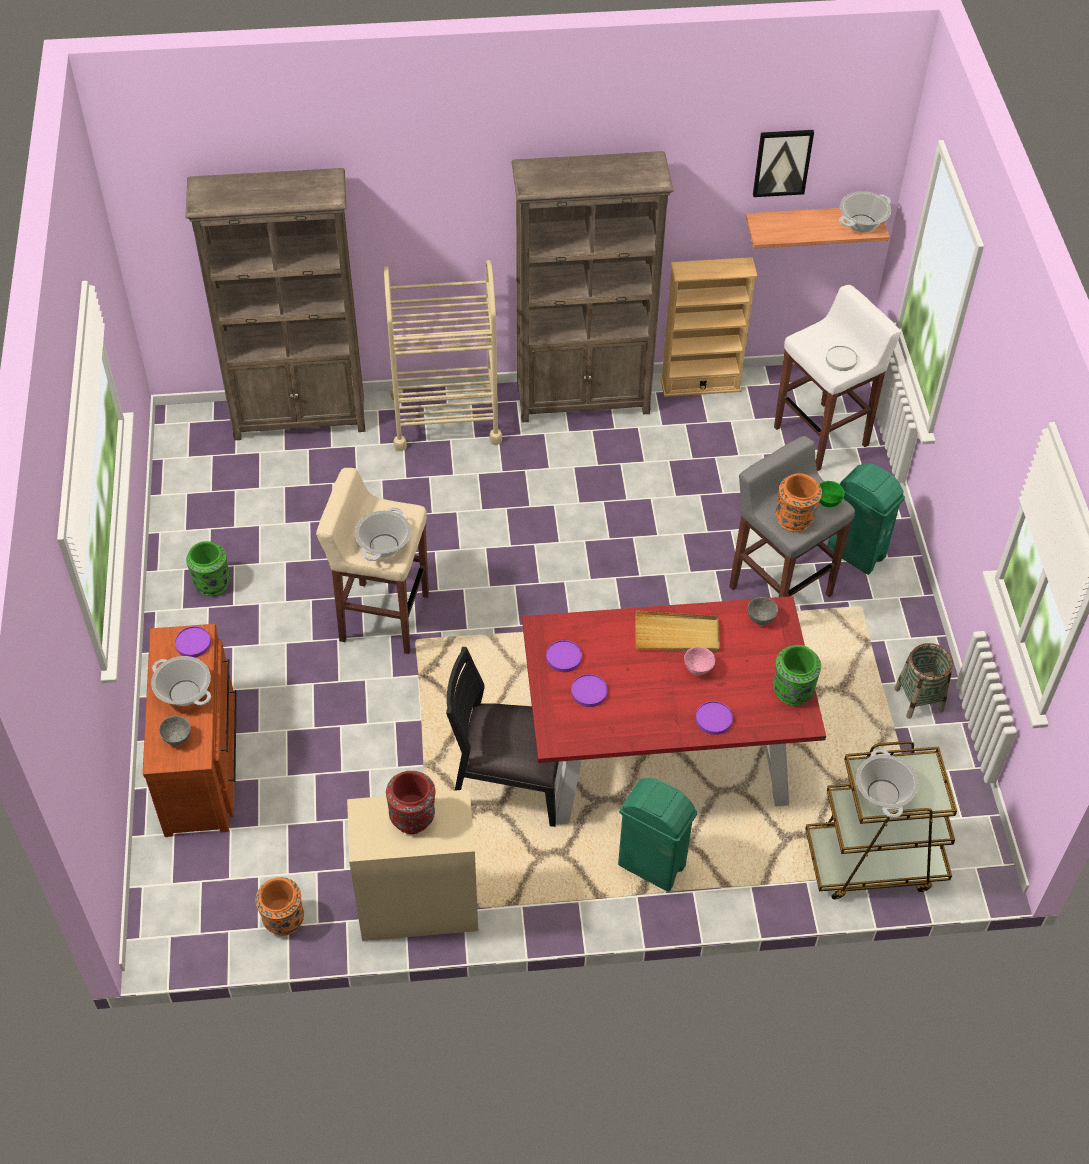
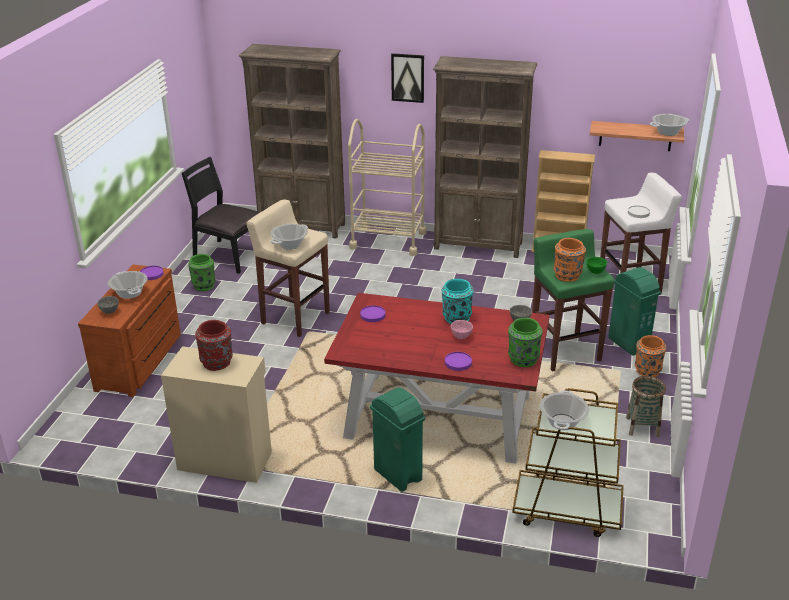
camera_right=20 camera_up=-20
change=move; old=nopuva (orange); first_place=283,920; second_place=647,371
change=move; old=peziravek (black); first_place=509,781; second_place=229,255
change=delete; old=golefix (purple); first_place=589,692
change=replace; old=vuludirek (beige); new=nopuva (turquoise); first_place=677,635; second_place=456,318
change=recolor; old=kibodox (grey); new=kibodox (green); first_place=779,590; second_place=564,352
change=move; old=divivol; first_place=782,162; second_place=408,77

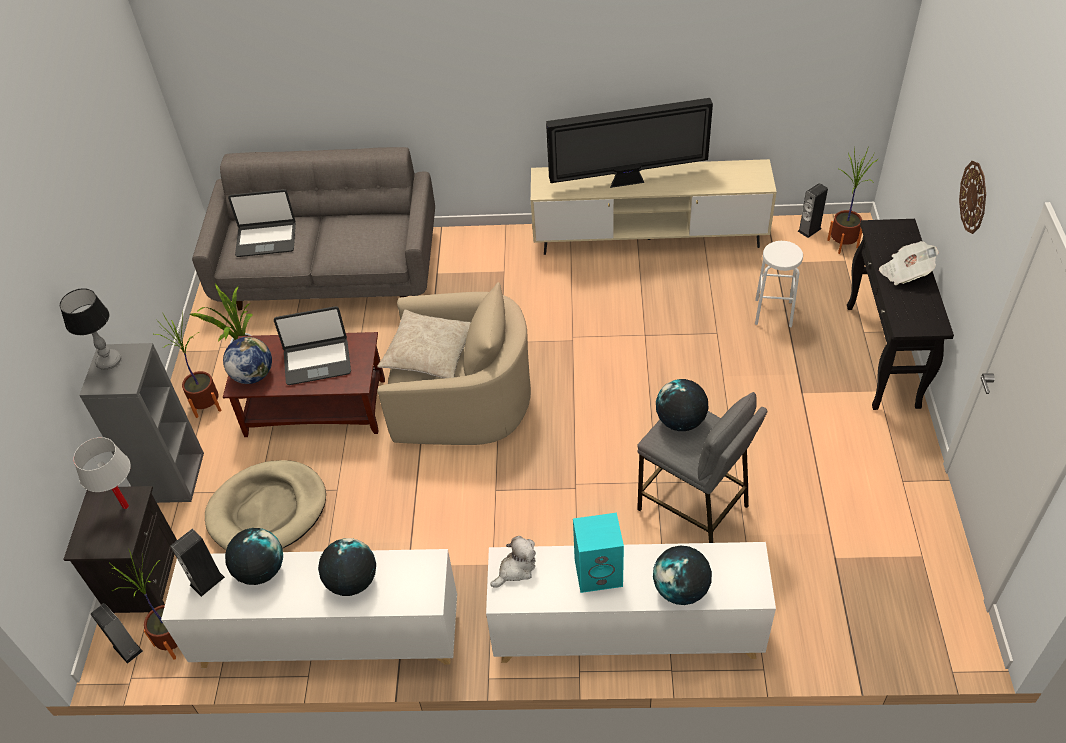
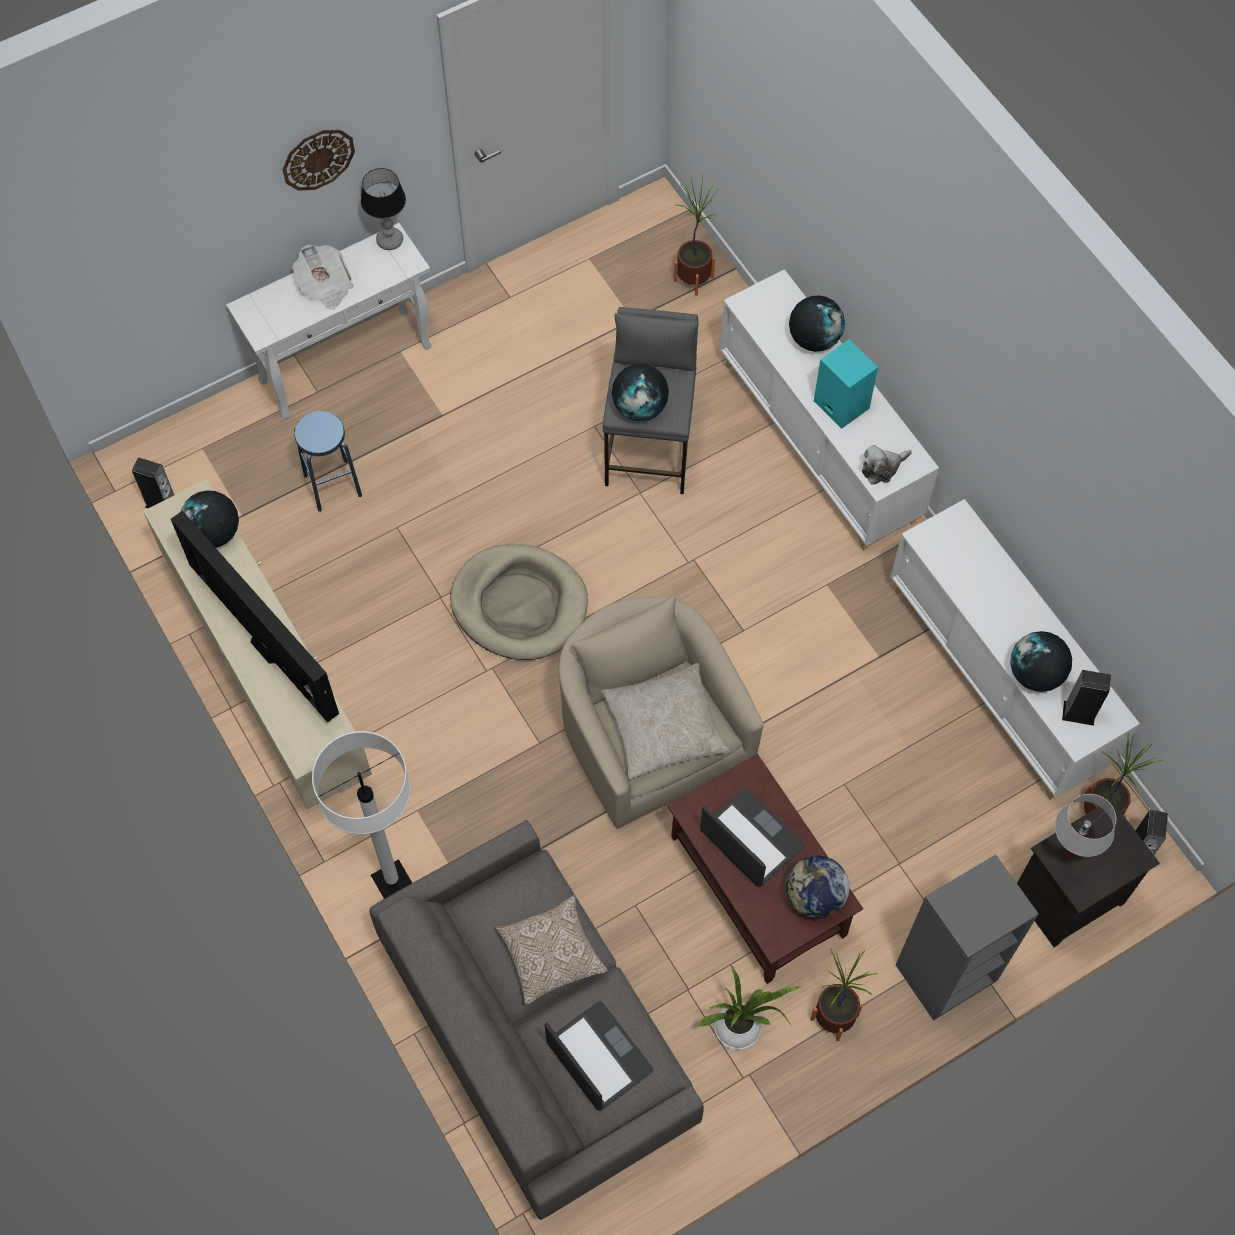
camera_right=-125 camera_up=15
change=move; old=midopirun; first_place=109,361; second_place=389,241
change=move; old=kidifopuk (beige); first_place=268,511; second_place=519,604
change=move; old=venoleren; first_place=352,581; second_place=214,533
change=rotate; old=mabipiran; first_place=516,569; second_place=882,468; degrees=-45
change=recolor; old=kibodox (white); new=kibodox (blue); first_place=773,313; second_place=332,485
change=move; old=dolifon; first_place=843,243; second_place=693,279
change=recolor; old=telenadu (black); new=telenadu (white); first_place=882,356; second_place=346,363
change=insert; new=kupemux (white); second_place=392,881
change=insert; new=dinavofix; second_place=551,954

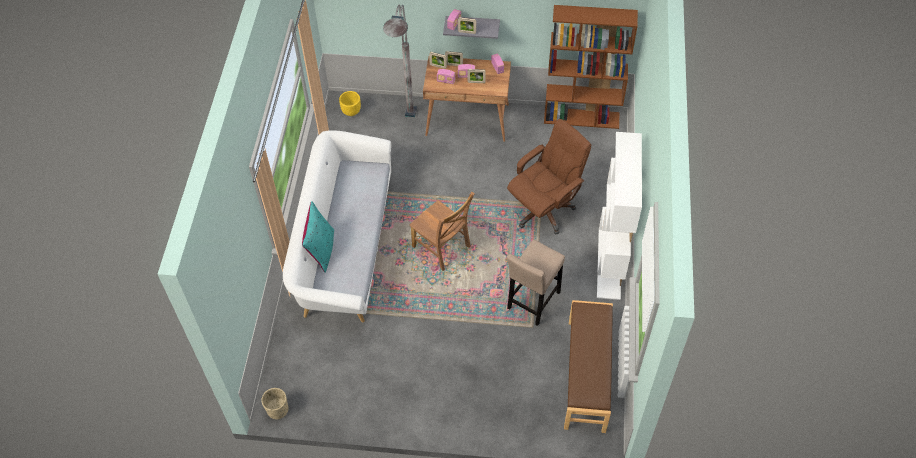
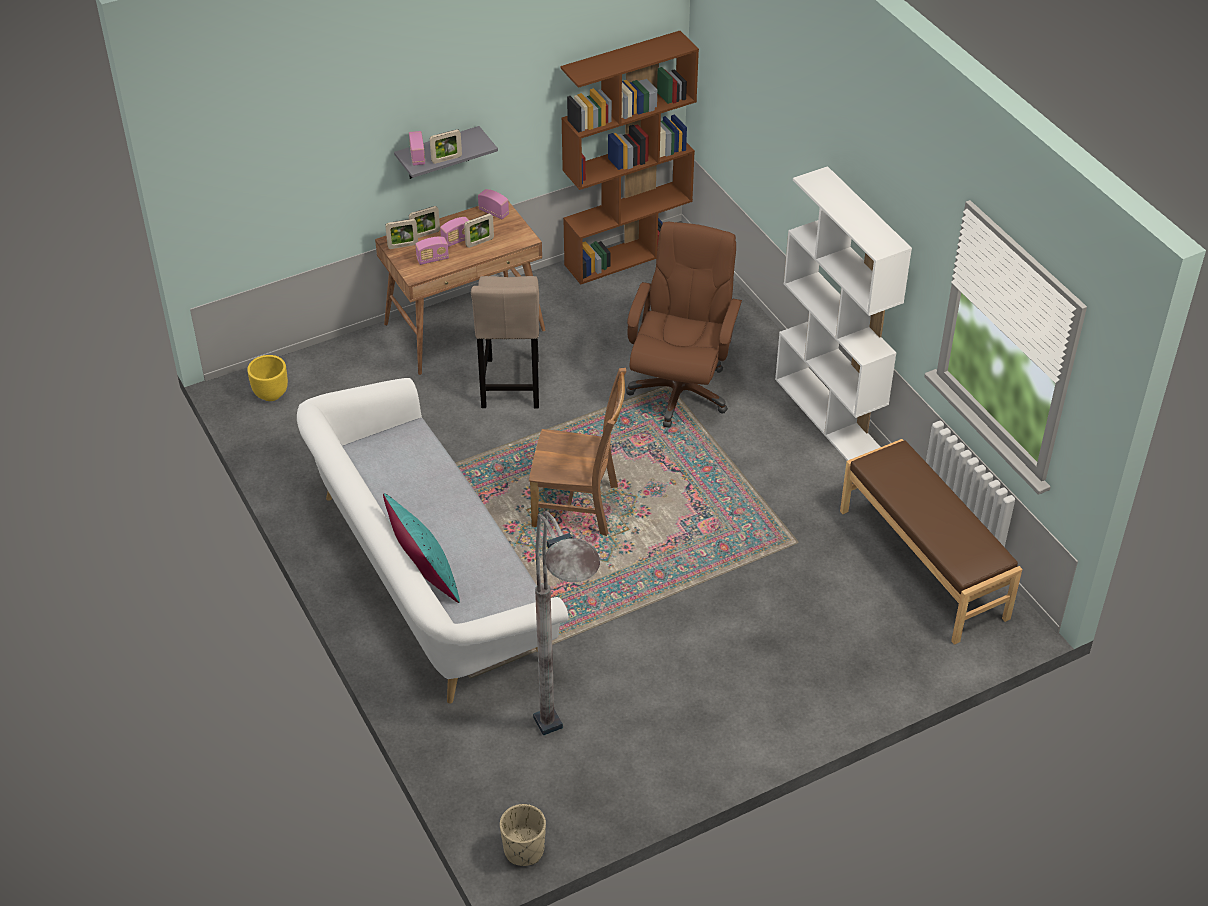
camera_right=-35 camera_up=-10
change=move; old=kupemux (grey); first_place=406,129; second_place=567,760
change=move; old=kibodox (beige); first_place=532,303; second_place=510,387

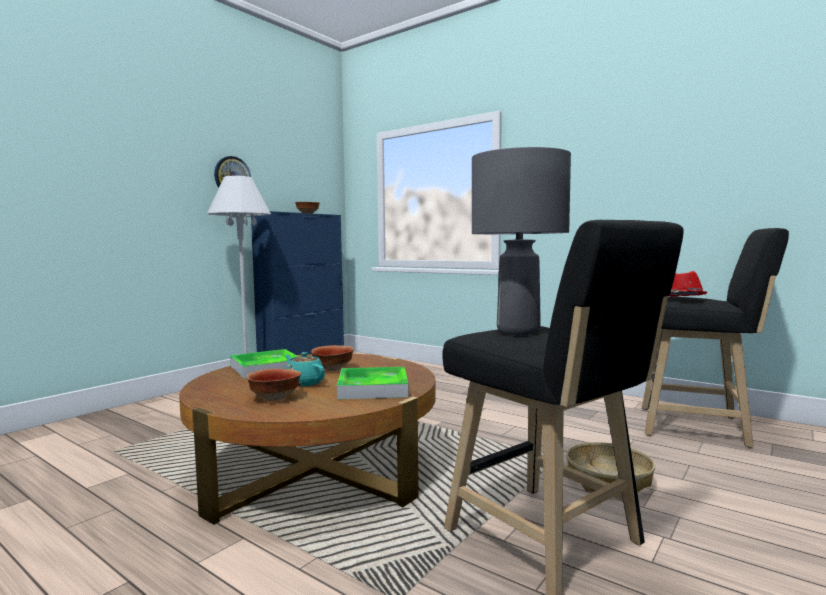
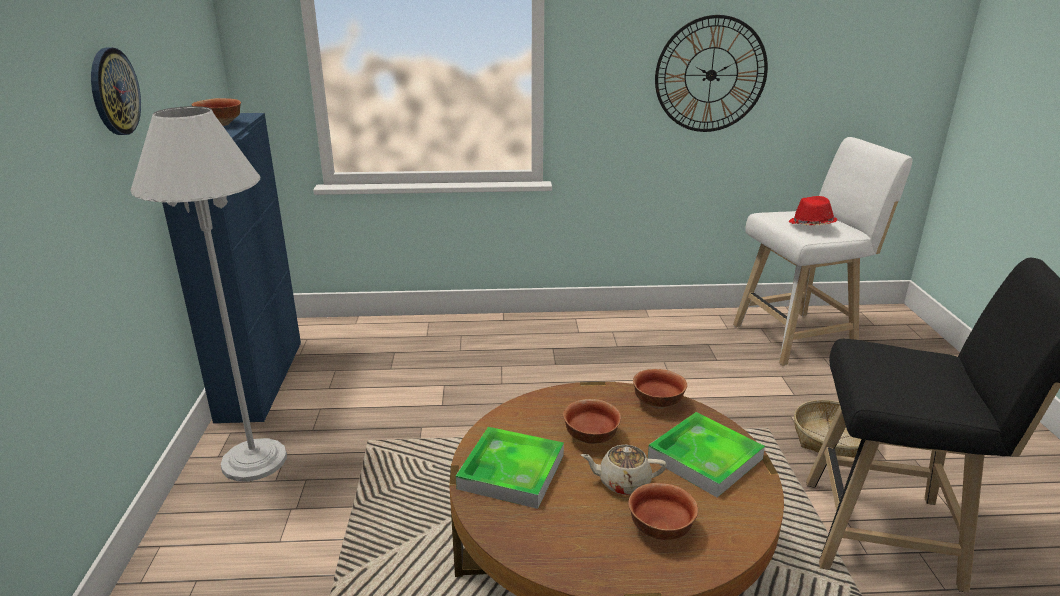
camera_right=-40 camera_up=20
change=recolor; old=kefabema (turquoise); new=kefabema (beige); first_place=304,383; second_place=623,482
change=delete; old=midopirun (grey); first_place=519,331
change=recolor; old=kibodox (black); new=kibodox (white); first_place=699,427; second_place=799,337
change=insert; new=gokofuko; second_place=657,403
change=insert; new=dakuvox; second_place=711,75

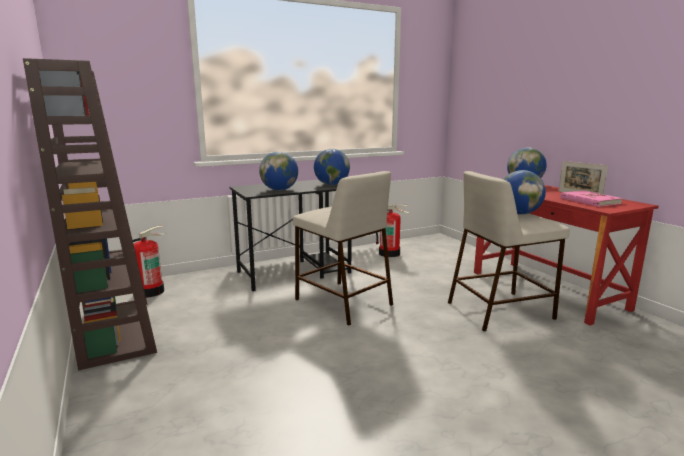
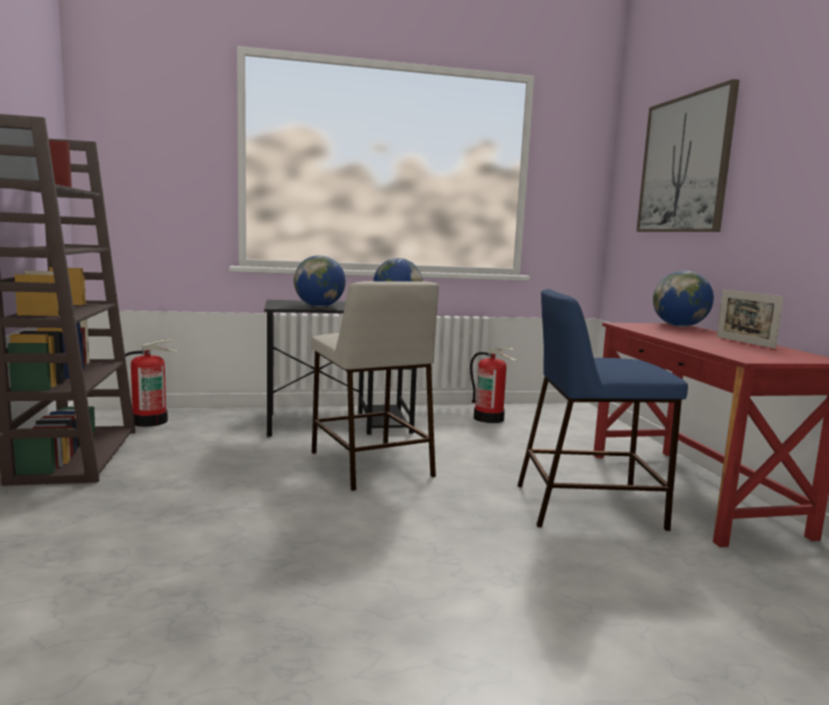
camera_right=15 camera_up=-5
change=recolor; old=kibodox (beige); new=kibodox (blue); first_place=500,310; second_place=590,506
change=delete; old=venoleren; first_place=519,213
change=delete; old=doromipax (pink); first_place=589,201
change=insert; new=divivol; second_place=684,164

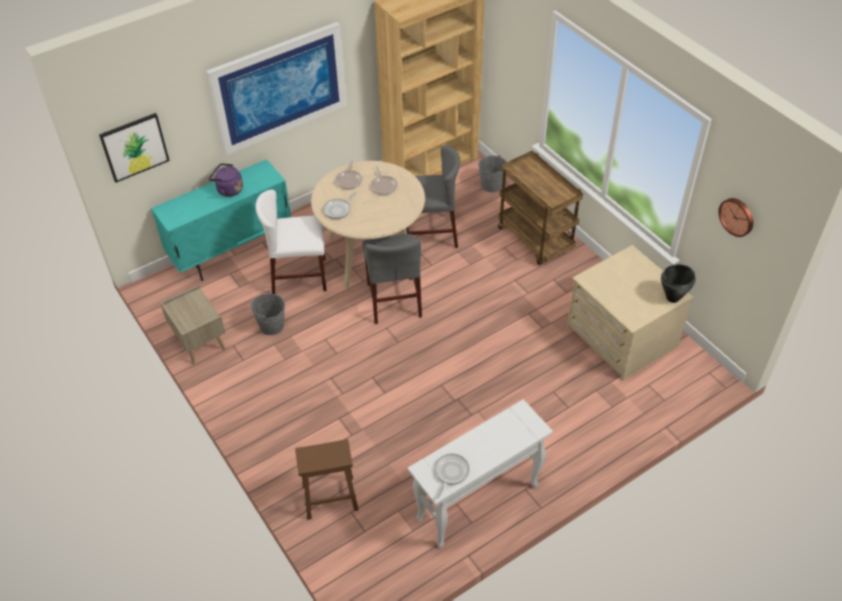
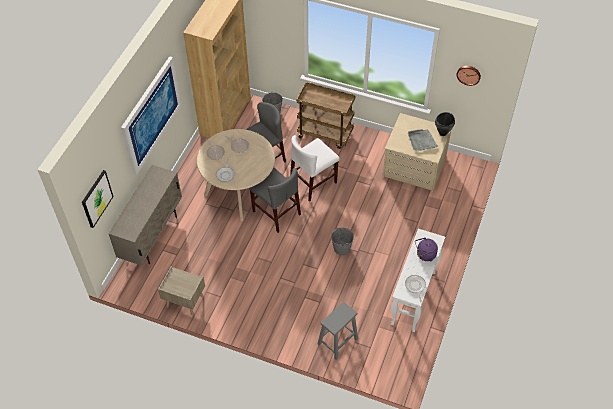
camera_right=-35 camera_up=5
change=recolor; old=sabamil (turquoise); new=sabamil (beige); first_place=232,253; second_place=152,236
change=move; old=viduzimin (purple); first_place=228,190; second_place=425,255
change=move; old=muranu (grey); first_place=271,326; second_place=341,248
change=move; old=peziravek (white); first_place=299,276; second_place=313,182
change=recolor; old=kibodox (brown); new=kibodox (grey); first_place=329,497; second_place=337,342
change=insert; new=vuludirek (grey); second_place=421,141

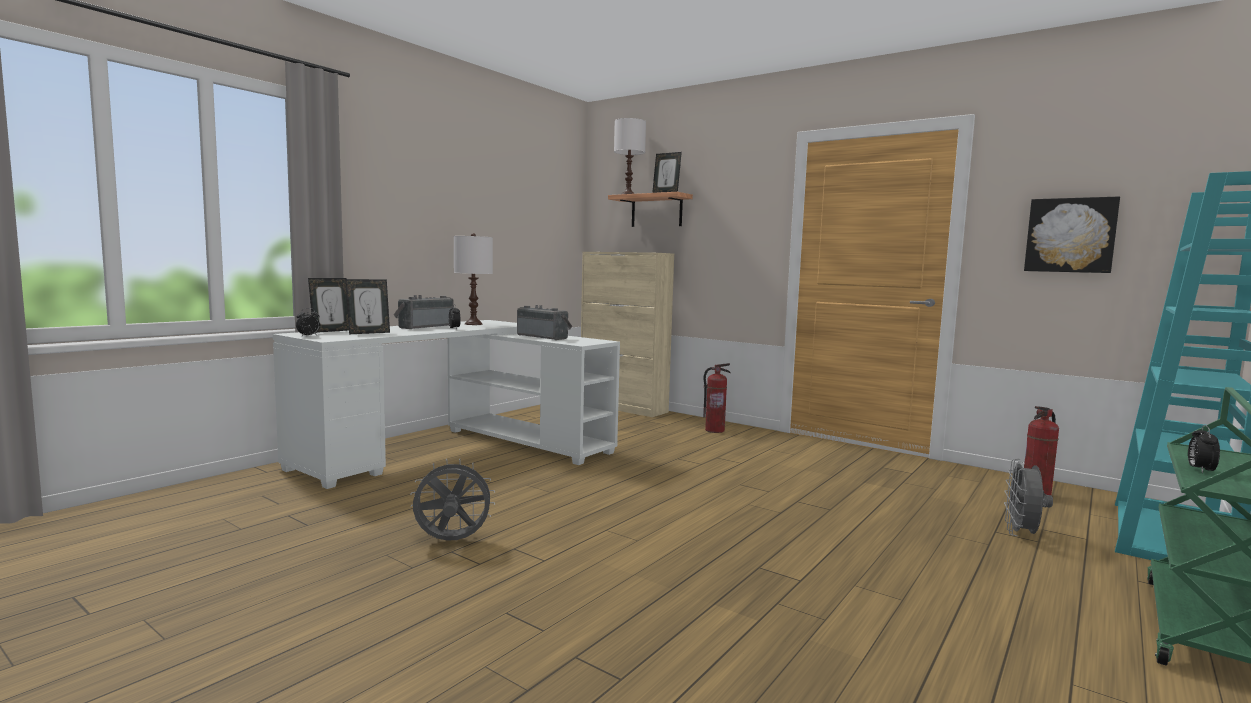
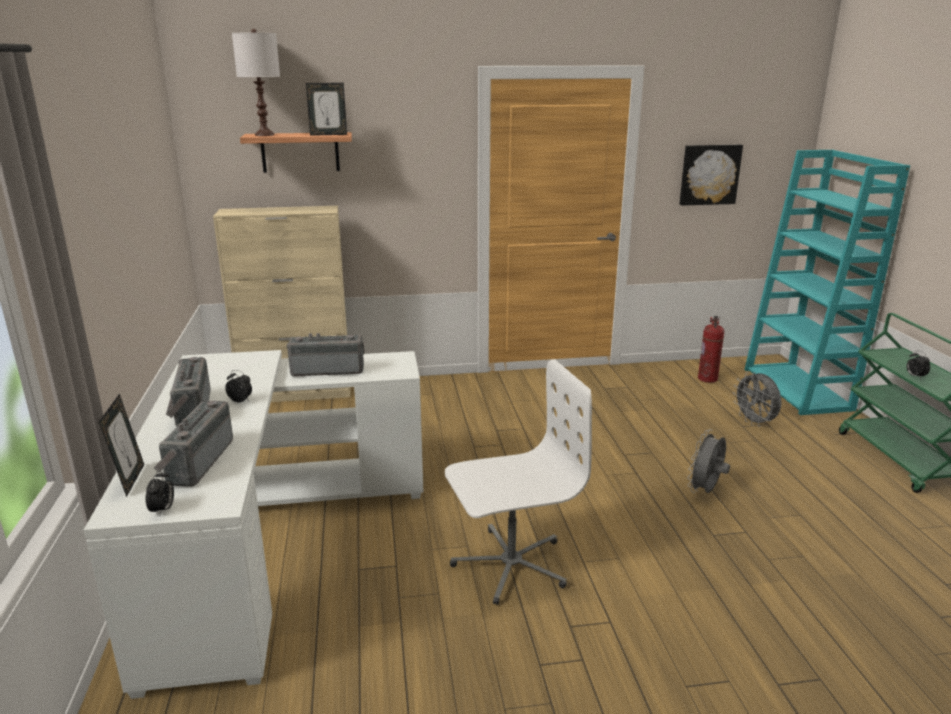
camera_right=-45 camera_up=15
change=replace; old=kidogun; new=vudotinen; first_place=368,333; second_place=196,461
change=move; old=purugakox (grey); first_place=452,542; second_place=705,491
change=delete; old=midopirun (white); first_place=473,324
change=delete; old=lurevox; first_place=715,430
change=insert; new=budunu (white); second_place=510,564

